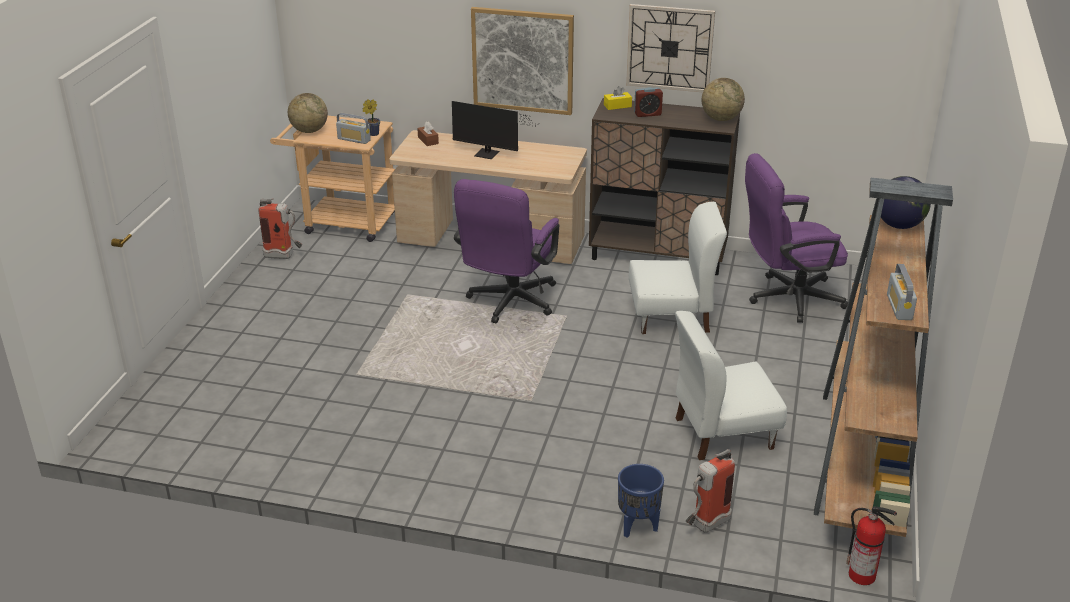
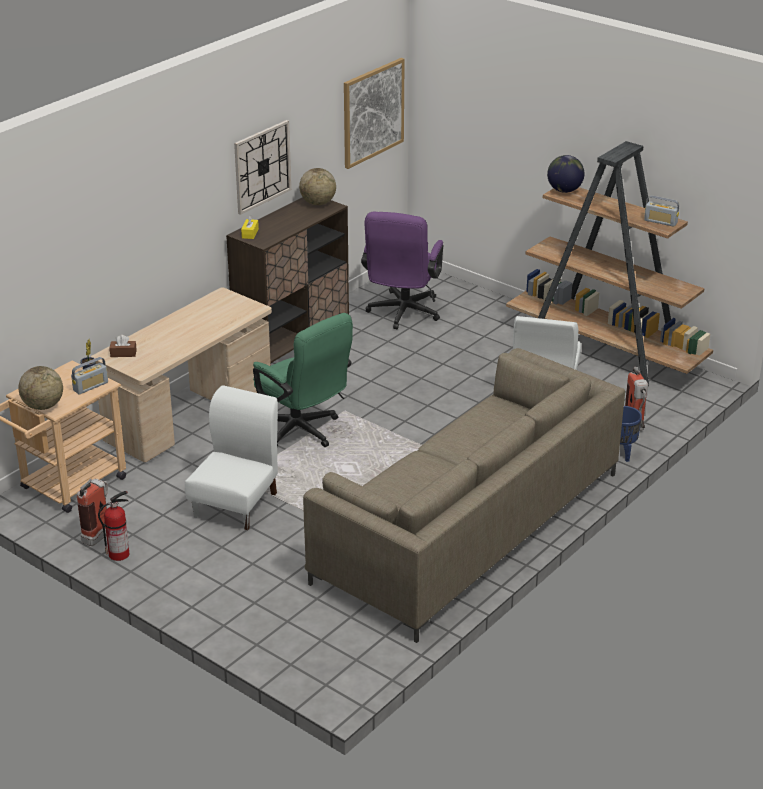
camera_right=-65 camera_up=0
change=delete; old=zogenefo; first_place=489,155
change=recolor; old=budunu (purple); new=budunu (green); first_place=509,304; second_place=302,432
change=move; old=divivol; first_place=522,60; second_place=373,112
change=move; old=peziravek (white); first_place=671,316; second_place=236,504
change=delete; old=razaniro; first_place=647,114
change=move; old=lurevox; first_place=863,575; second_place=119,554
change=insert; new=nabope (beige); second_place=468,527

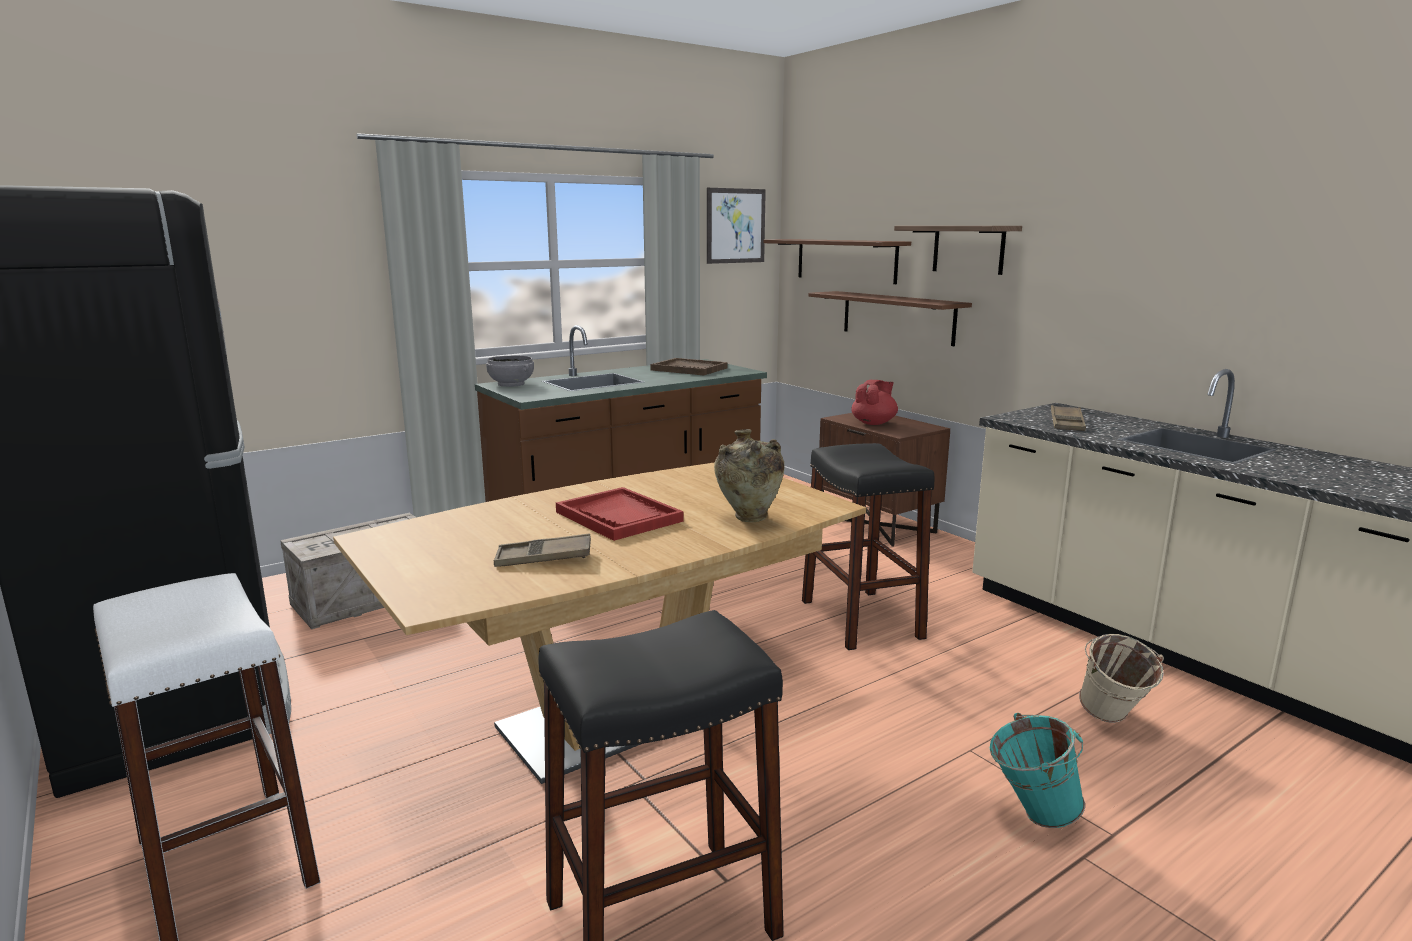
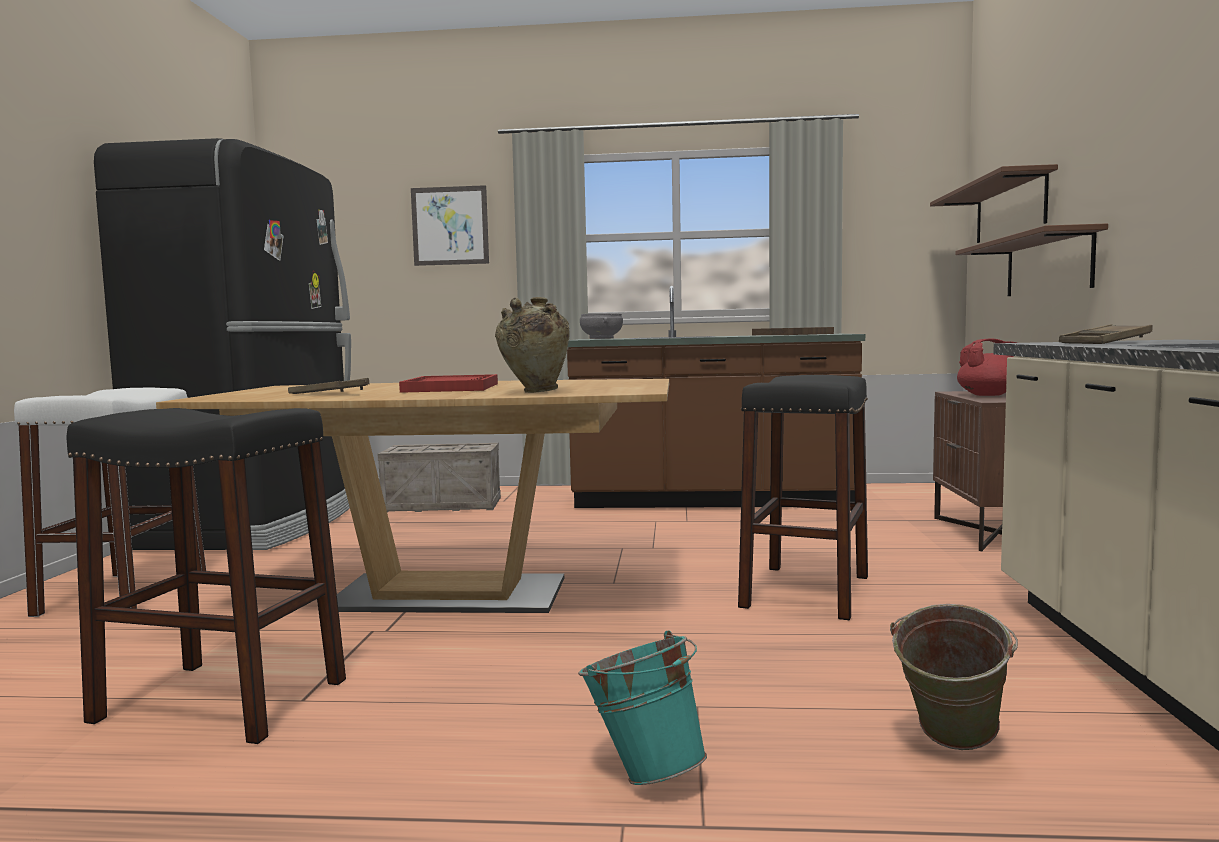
camera_right=40 camera_up=-10
change=move; old=divivol; first_place=735,226; second_place=450,226
change=delete; old=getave; first_place=968,249
change=recolor; old=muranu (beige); new=muranu (green); first_place=1111,720; second_place=950,746

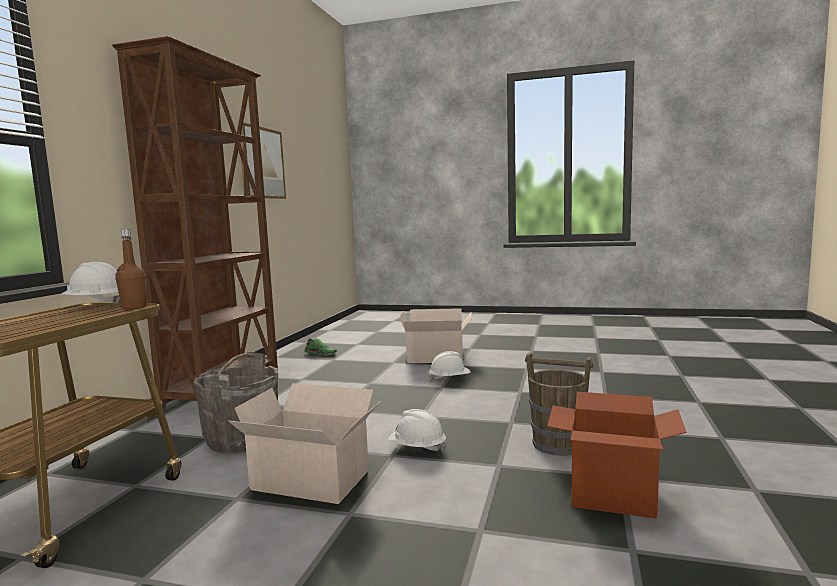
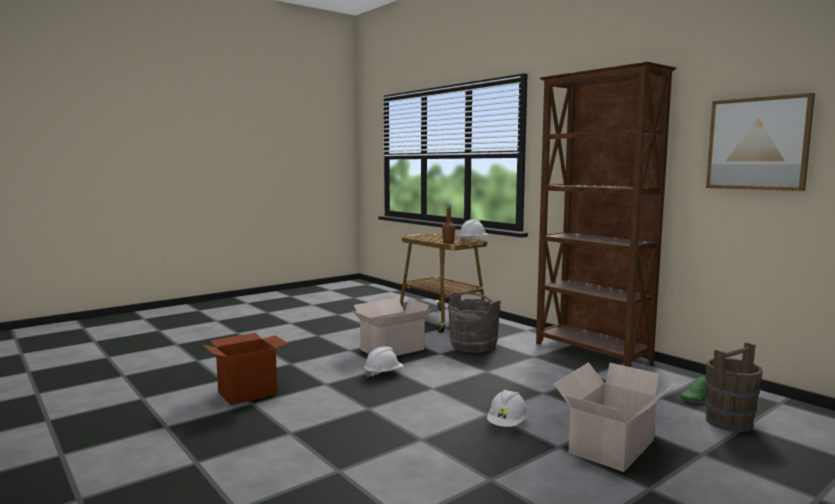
camera_right=125 camera_up=0
change=move; old=muranu (brown); first_place=558,444; second_place=728,422

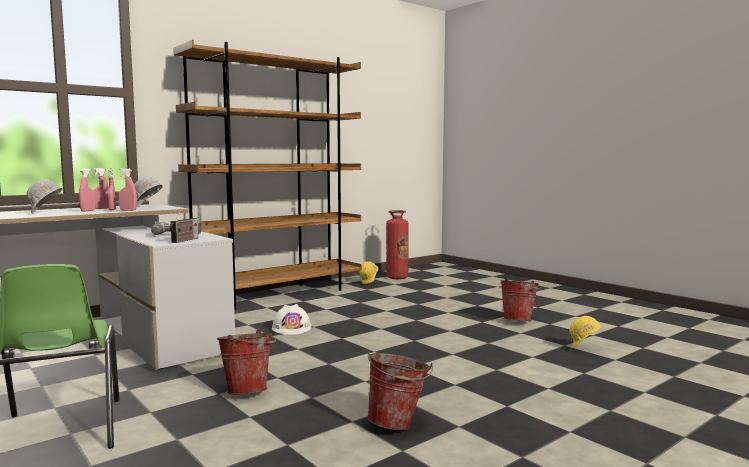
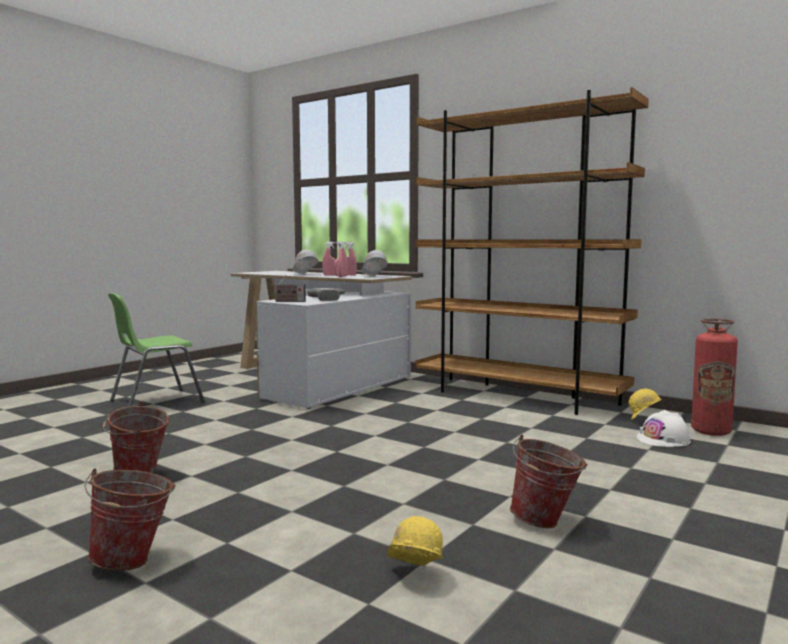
camera_right=75 camera_up=0
change=move; old=muranu; first_place=248,390; second_place=134,561
change=move; old=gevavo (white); first_place=291,328; second_place=663,439

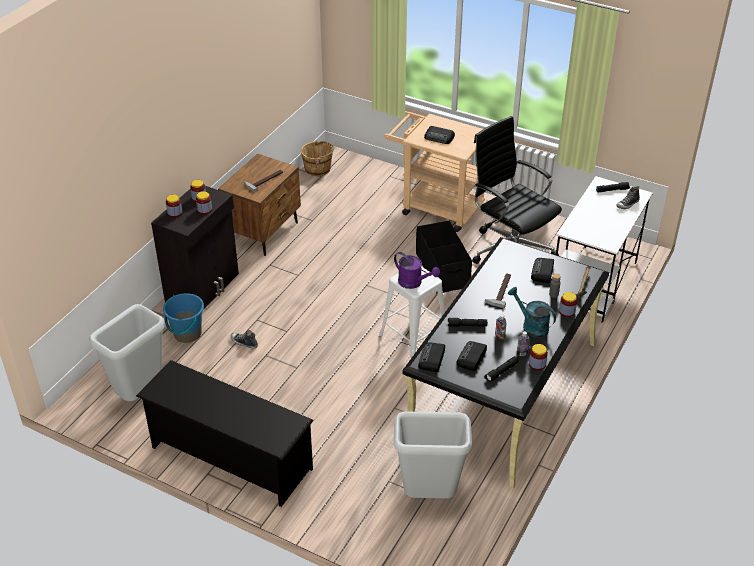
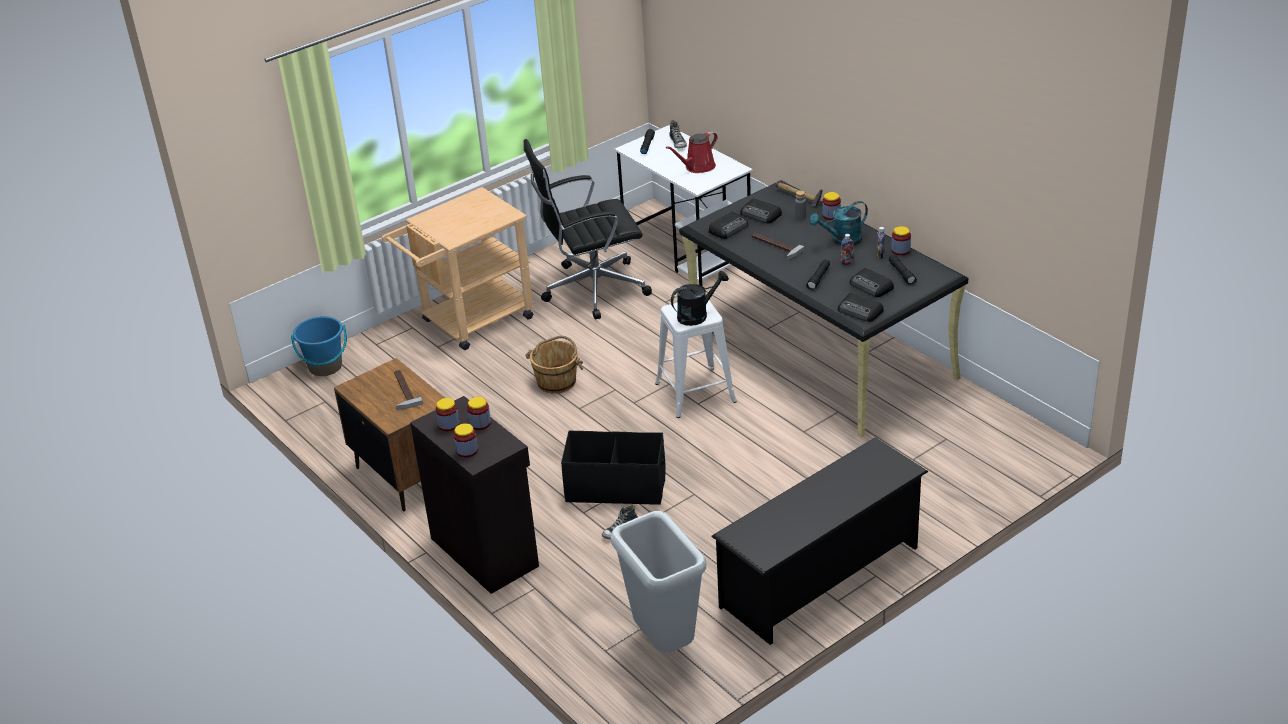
camera_right=-65 camera_up=-5
change=move; old=muranu (blue); first_place=187,334; second_place=325,367
change=move; old=muranu (brown); first_place=318,169; second_place=557,381
change=recolor; old=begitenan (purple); new=begitenan (black); first_place=414,283; second_place=697,315
change=delete; old=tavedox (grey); first_place=428,497
change=move; old=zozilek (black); first_place=442,270; second_place=616,487
change=move; old=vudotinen; first_place=439,137; second_place=729,228
change=insert; new=begitenan (red); second_place=697,167

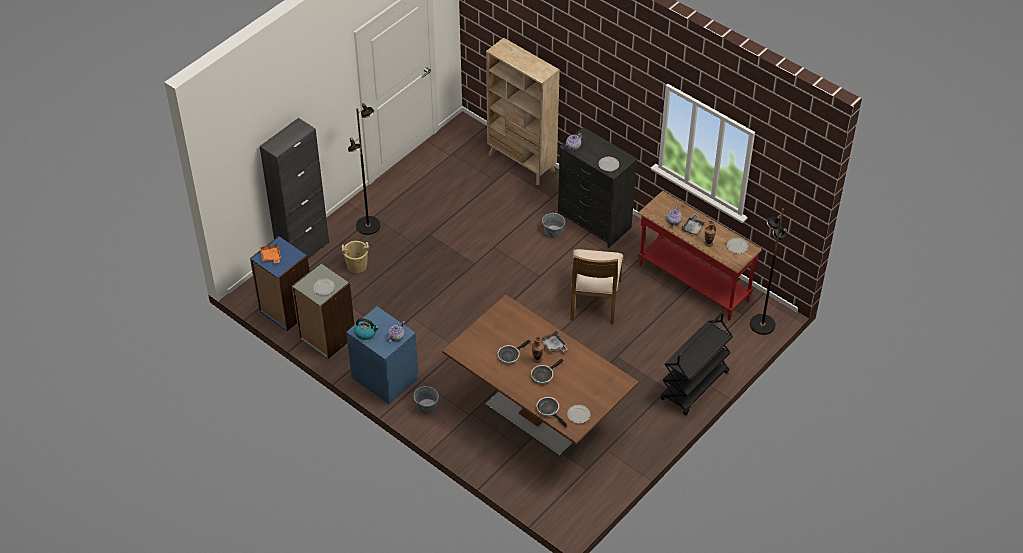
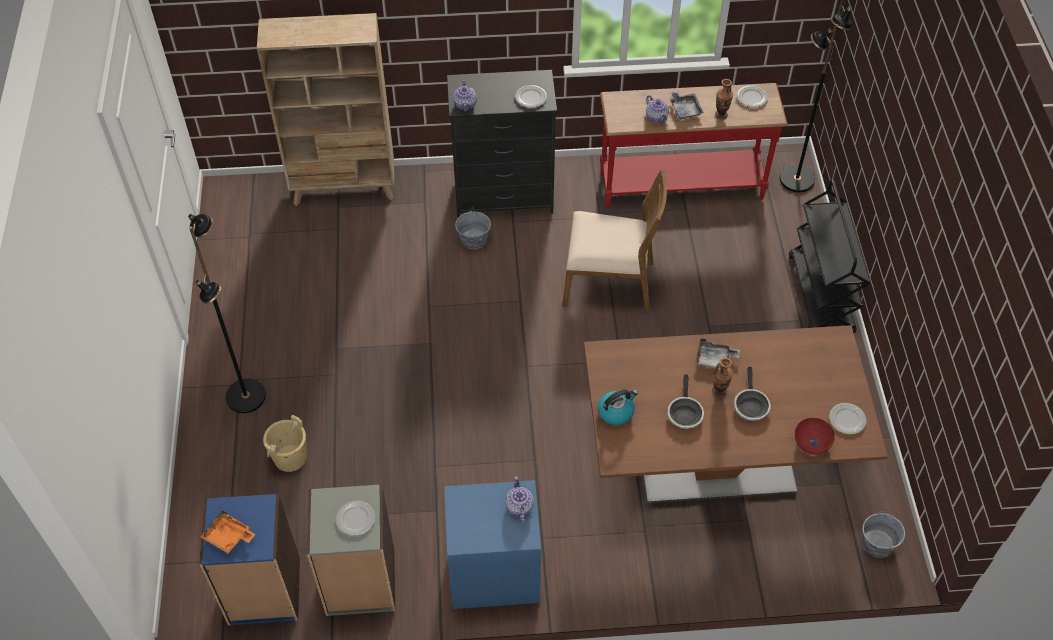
camera_right=-45 camera_up=5
change=delete; old=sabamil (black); first_place=303,251
change=move; old=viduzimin; first_place=366,333; second_place=616,412
change=move; old=muranu (grey); first_place=426,406; second_place=877,543
change=replace; old=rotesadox; new=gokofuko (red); first_place=549,410; second_place=811,442
change=rotate; old=peziravek (brown); first_place=594,300; second_place=609,282; degrees=-45

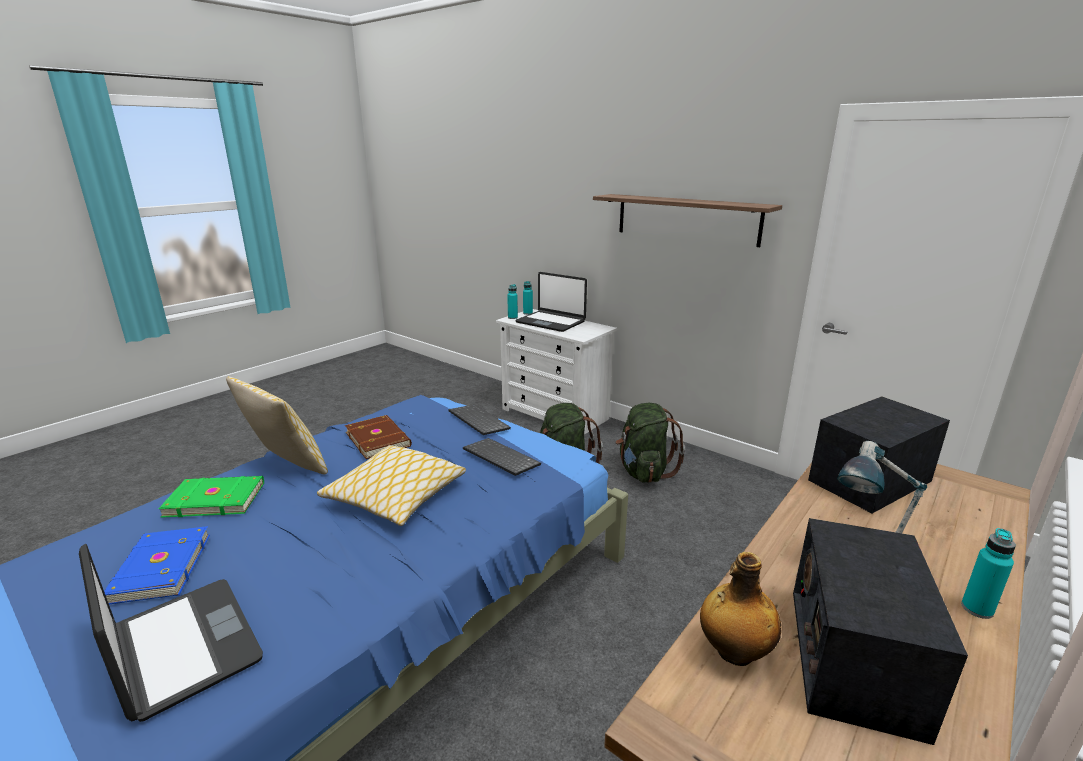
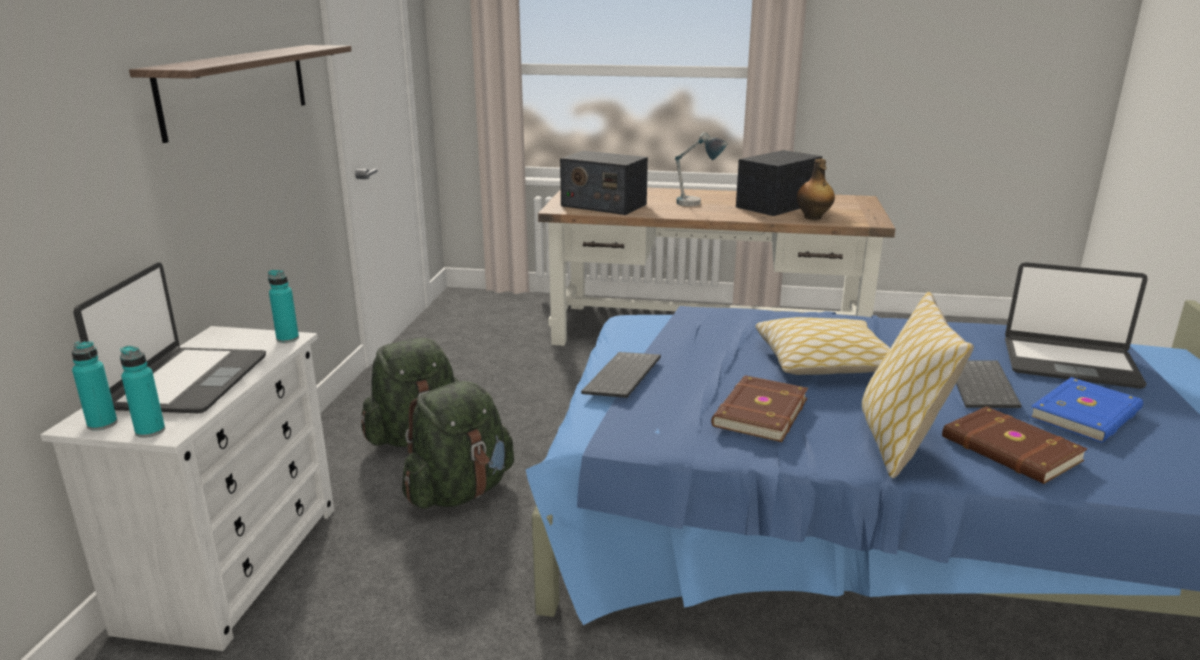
camera_right=-120 camera_up=0
change=rotate; old=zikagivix; first_place=182,647; second_place=1069,363; degrees=-90
change=recolor; old=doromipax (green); new=doromipax (brown); first_place=215,499; second_place=1010,450
change=move; old=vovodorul; first_place=499,458; second_place=984,387
change=rotate; old=vudotinen; first_place=852,657; second_place=777,205; degrees=150
change=move; old=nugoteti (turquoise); first_place=977,608; second_place=287,339

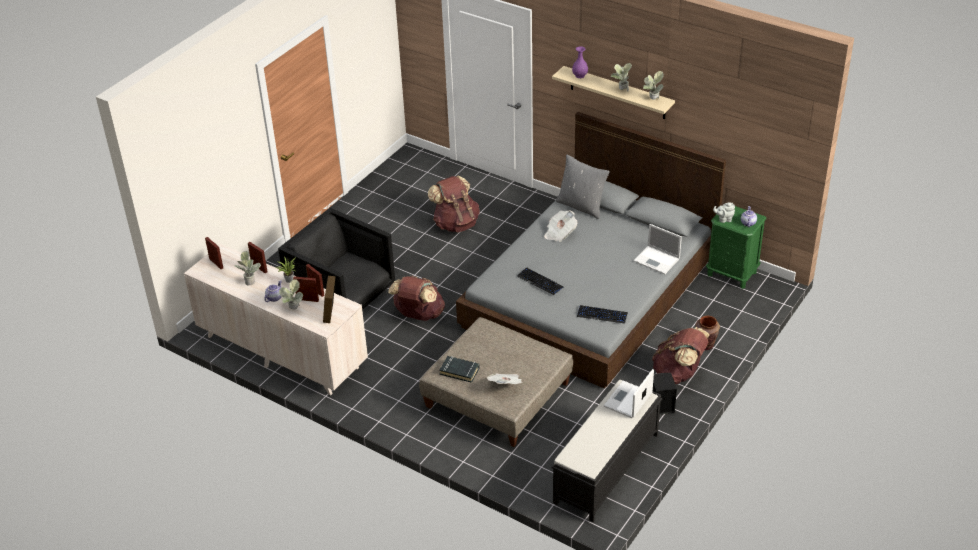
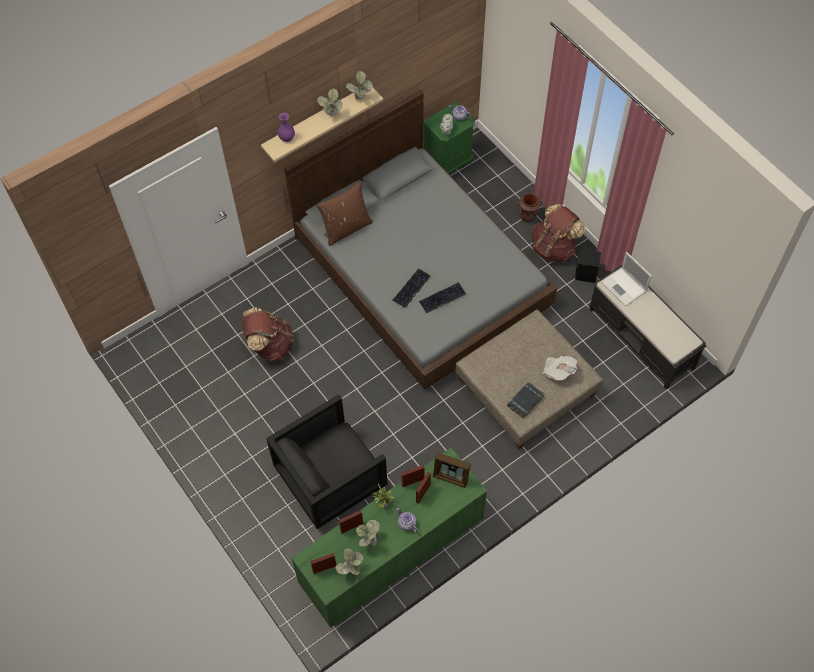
camera_right=-70 camera_up=20
change=recolor; old=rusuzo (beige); new=rusuzo (green); first_place=281,352; second_place=391,555
change=move; old=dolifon; first_place=293,310; second_place=351,570
change=delete; old=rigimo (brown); first_place=418,315
change=delete; old=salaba; first_place=560,233
change=recolor; old=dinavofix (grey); new=dinavofix (brown); first_place=581,206; second_place=346,228
change=move; old=vovodorul; first_place=602,315; second_place=411,288
change=delete; old=zikagivix; first_place=657,260

